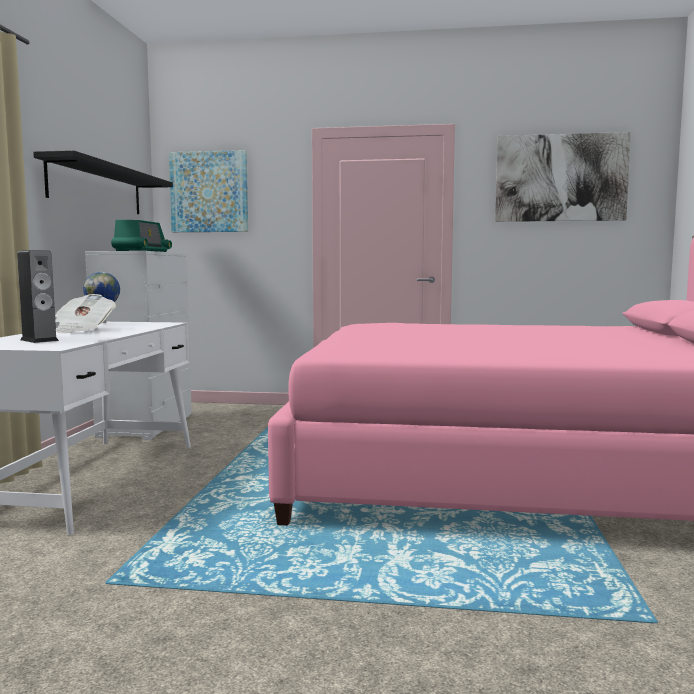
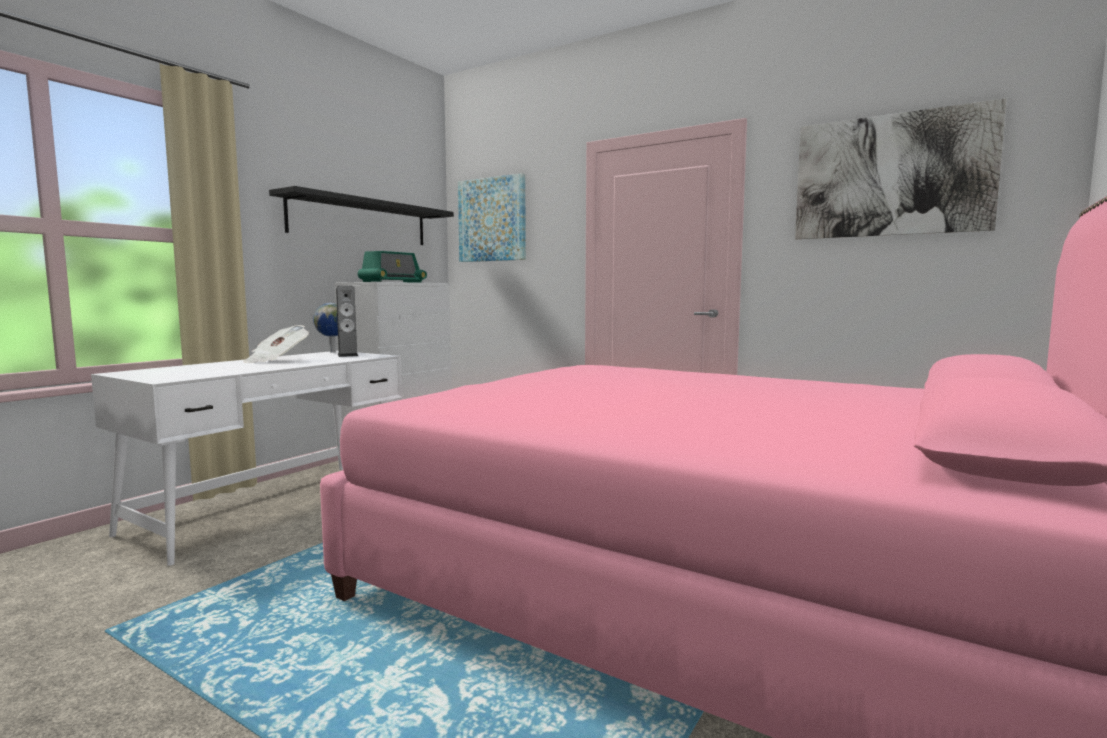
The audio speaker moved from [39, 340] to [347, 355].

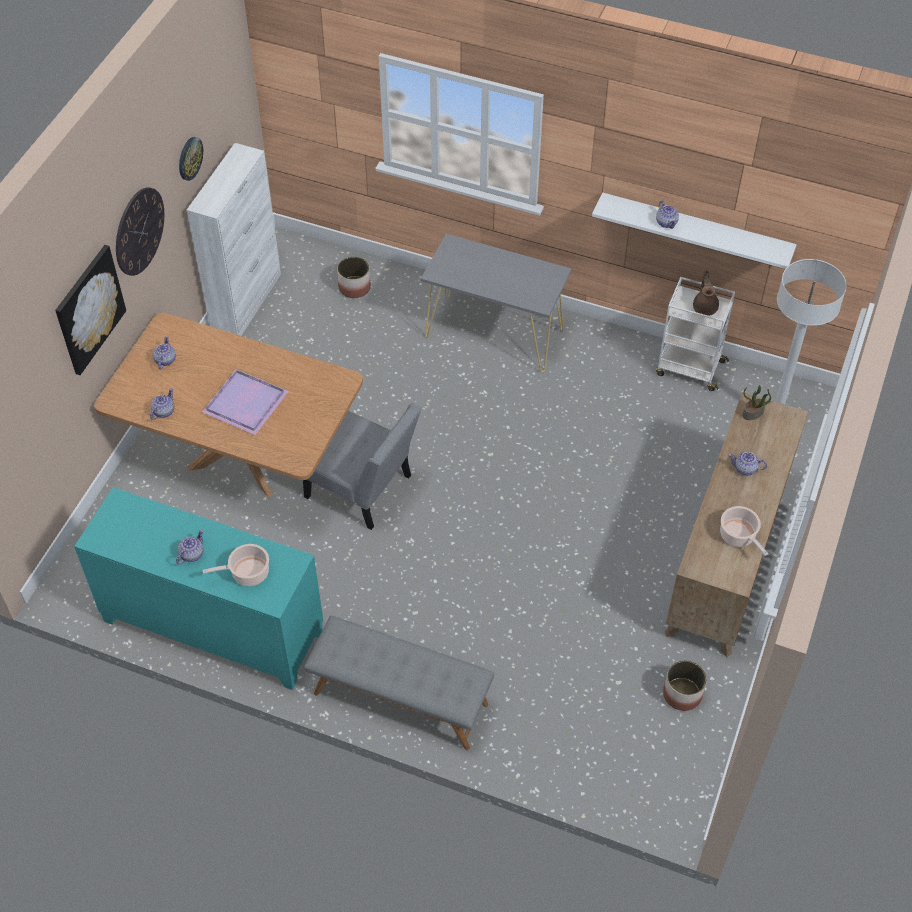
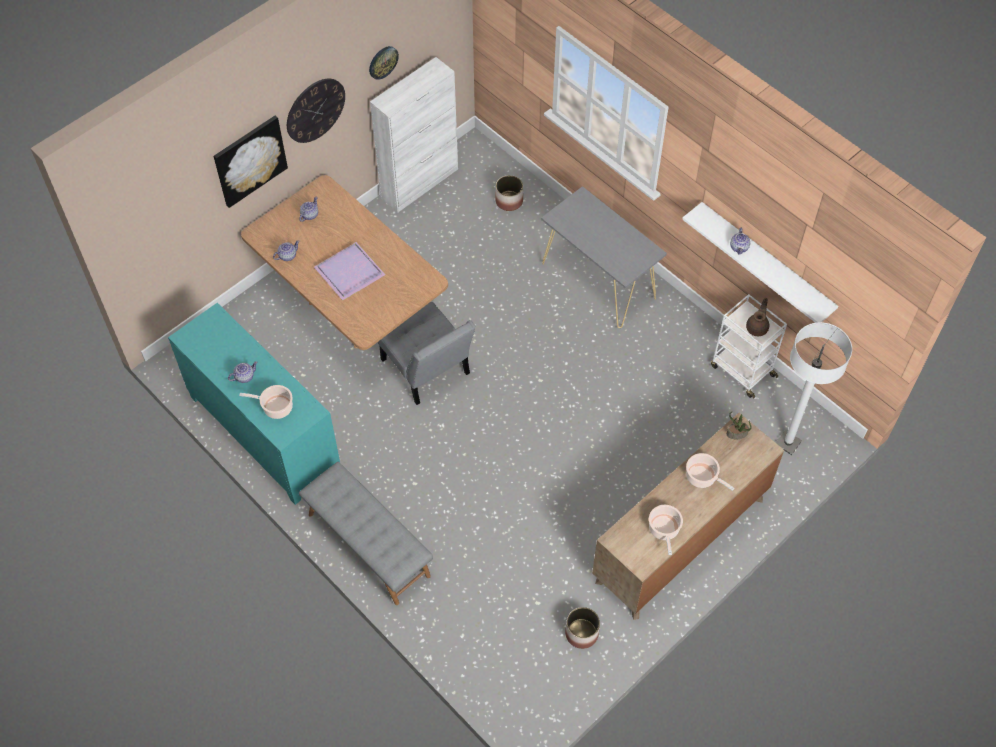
The tea pot at [745, 469] was replaced by the cooking pot at [702, 477].

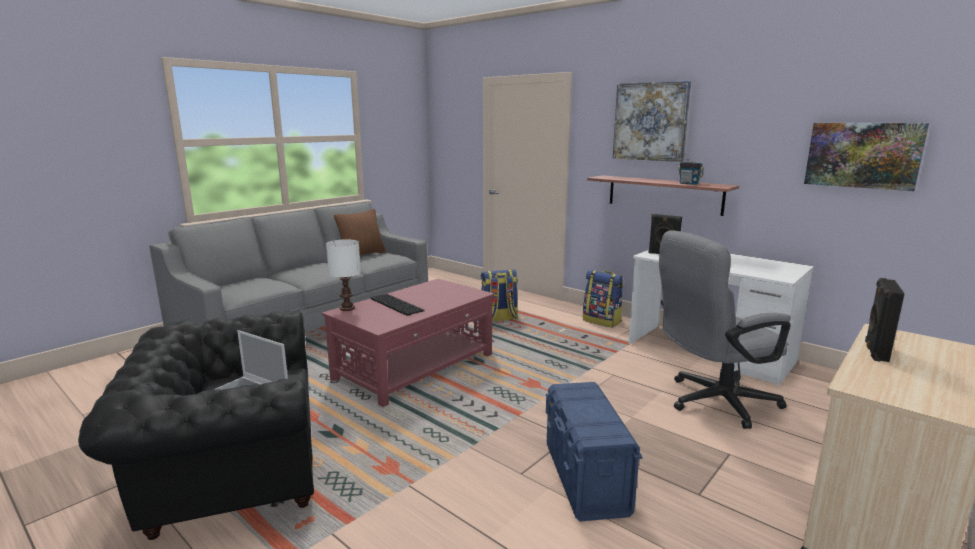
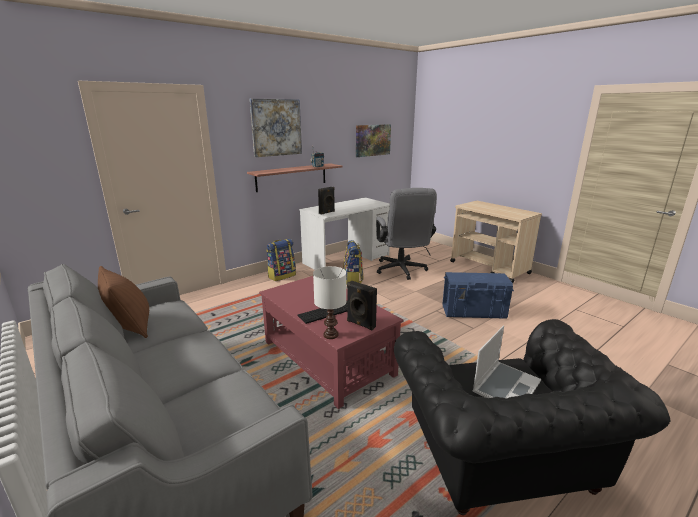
The knapsack moved from [498, 319] to [353, 279].
The audio speaker (black-coloured) moved from [875, 351] to [360, 324].

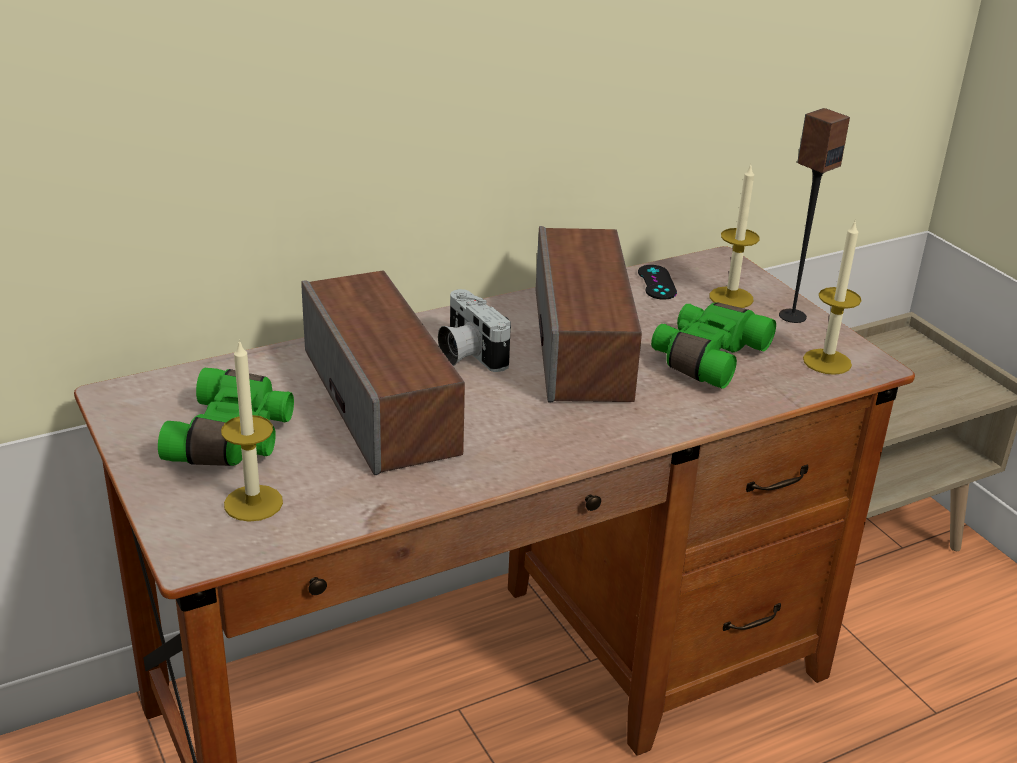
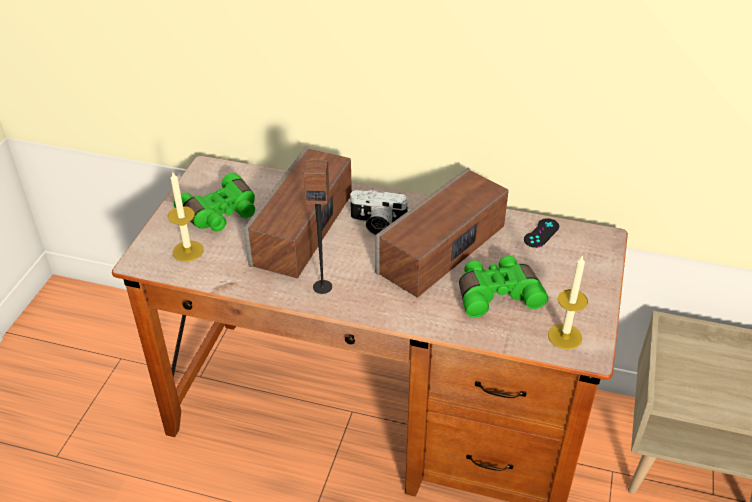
The wax light at [731, 297] disappeared.
The audio speaker moved from [792, 316] to [322, 286].
The still camera at [467, 353] turned 90 degrees counterclockwise.

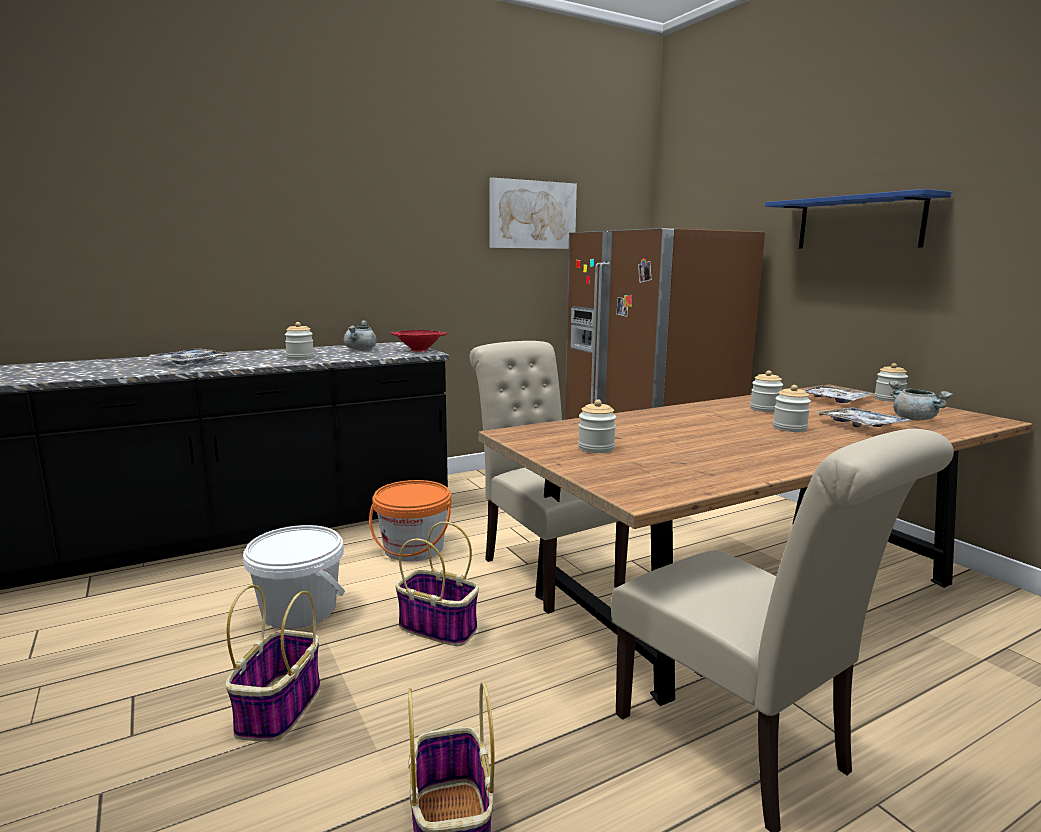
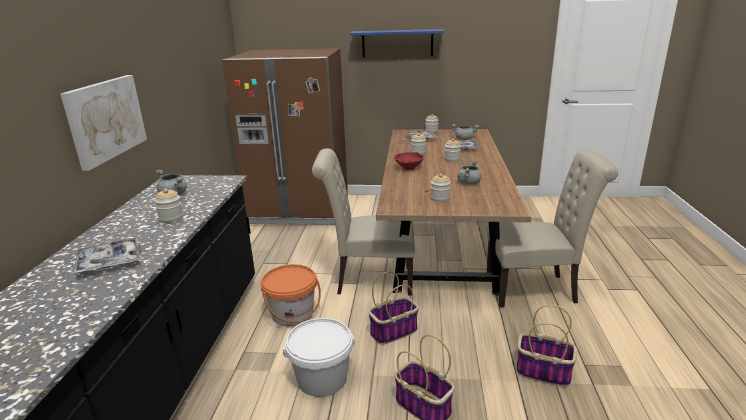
The cooking pot (grey) at [469, 183] appeared.
The bowl (red-coloured) moved from [419, 350] to [409, 168].
The picture moved from [532, 215] to [106, 119].

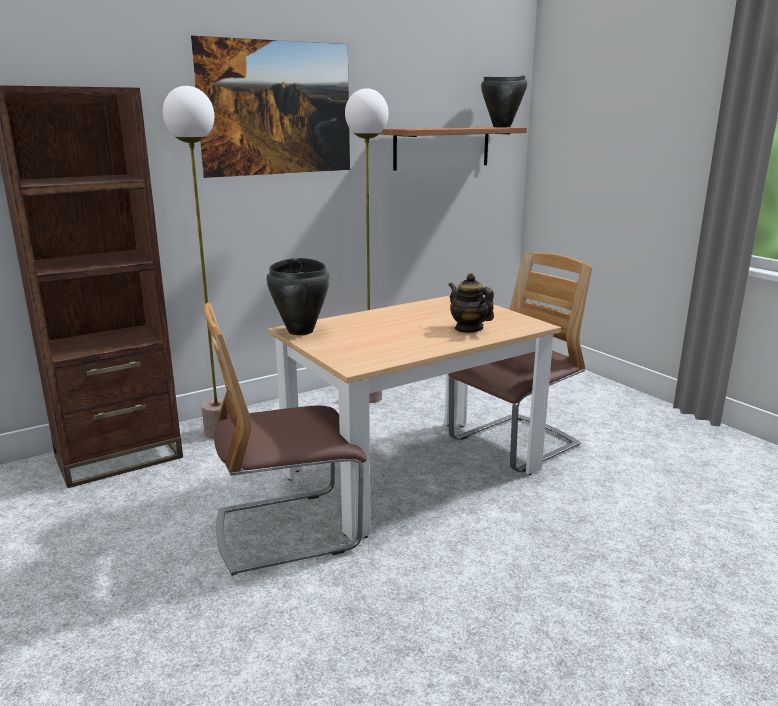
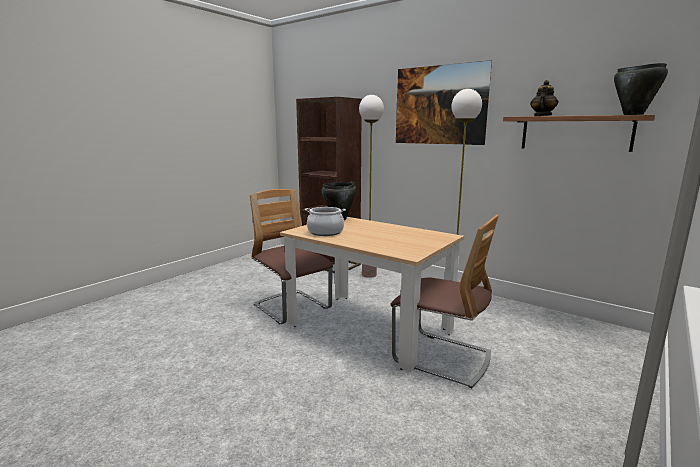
The cooking pot at [325, 232] appeared.
The tea pot moved from [468, 329] to [542, 116].

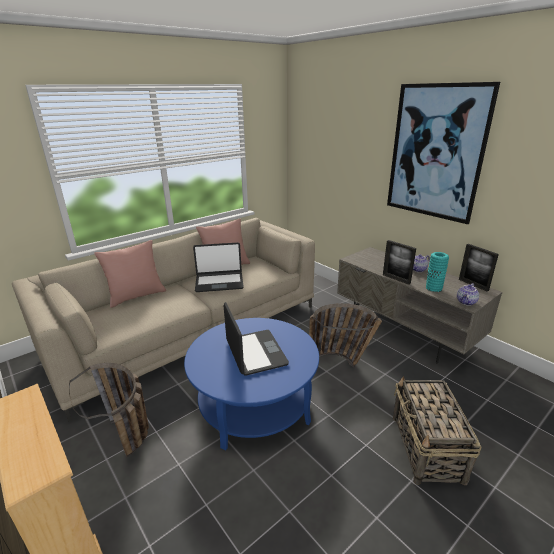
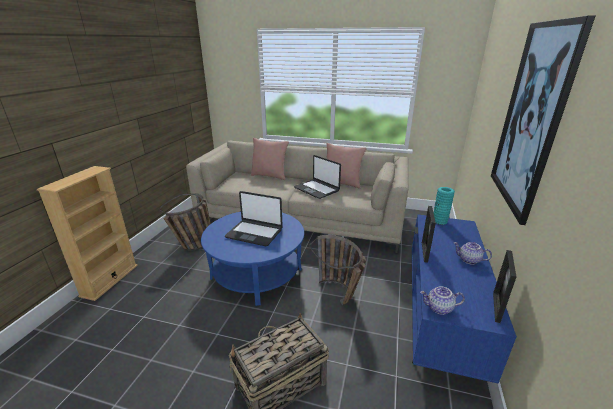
The decorative vase (turquoise) moved from [433, 288] to [439, 221].
The tv unit (grey) at [405, 331] became the tv unit (bluish) at [440, 322].
The portable computer at [255, 353] turned 75 degrees clockwise.

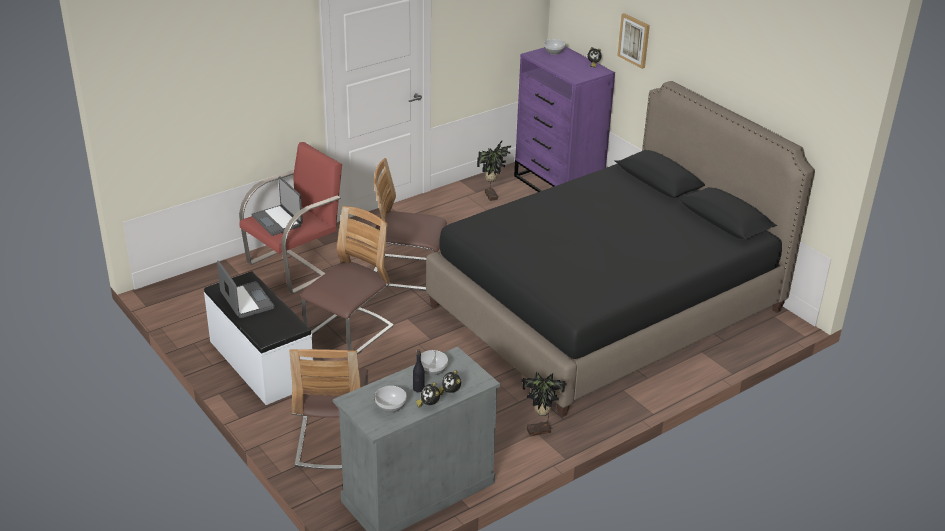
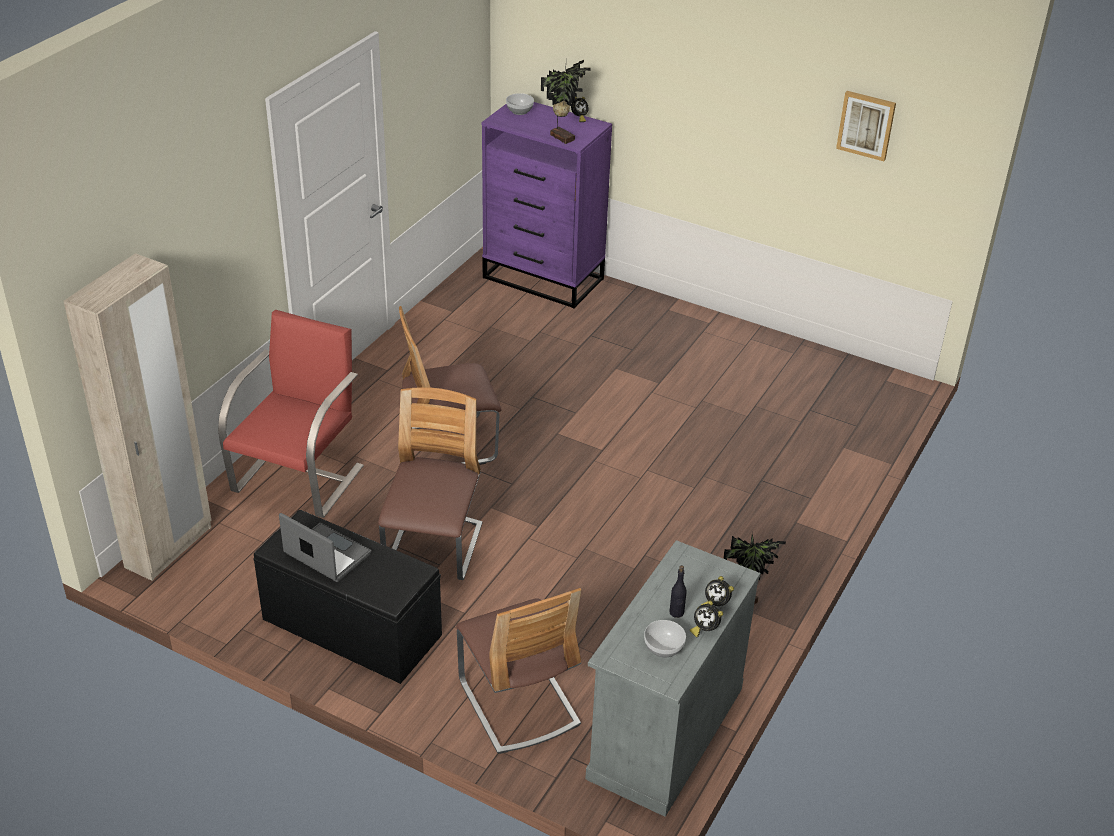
The portable computer at [278, 221] disappeared.
The bowl at [432, 370] disappeared.
The bedroom bed (black-coloured) at [606, 308] disappeared.
The armoire (beige-coloured) at [169, 547] appeared.
The potted plant moved from [492, 196] to [563, 137].
The picture moved from [634, 40] to [866, 125].
The indoor bench (white) at [260, 363] became the indoor bench (black-coloured) at [351, 628].

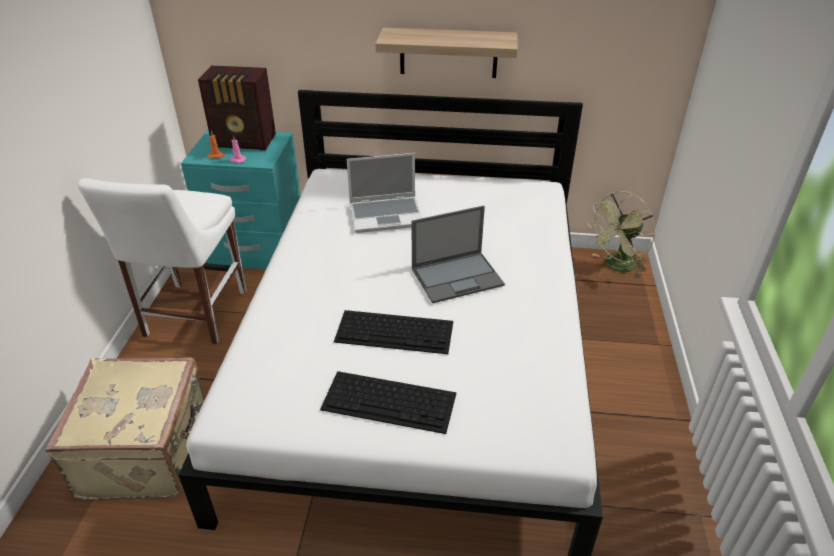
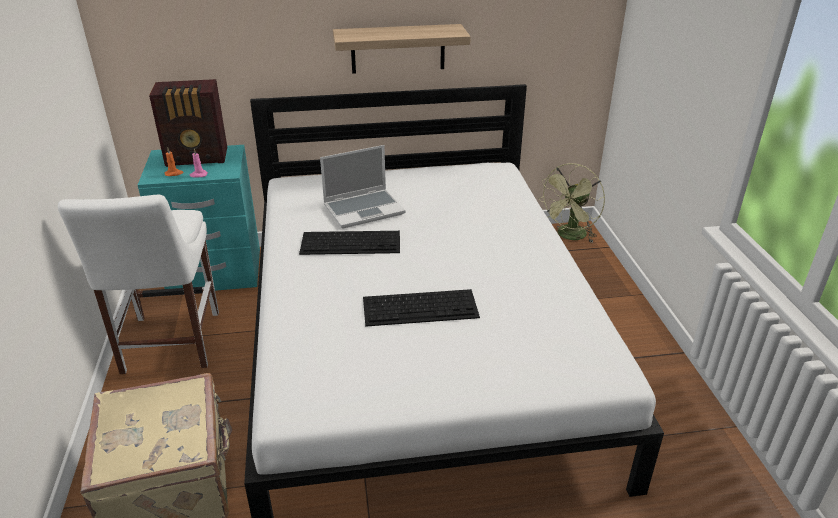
The portable computer at [458, 276] disappeared.
The computer keyboard moved from [390, 401] to [351, 242].

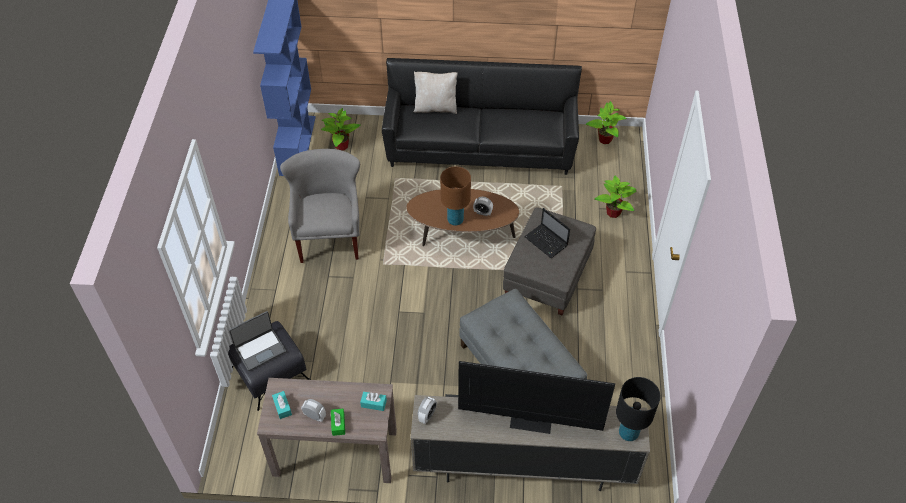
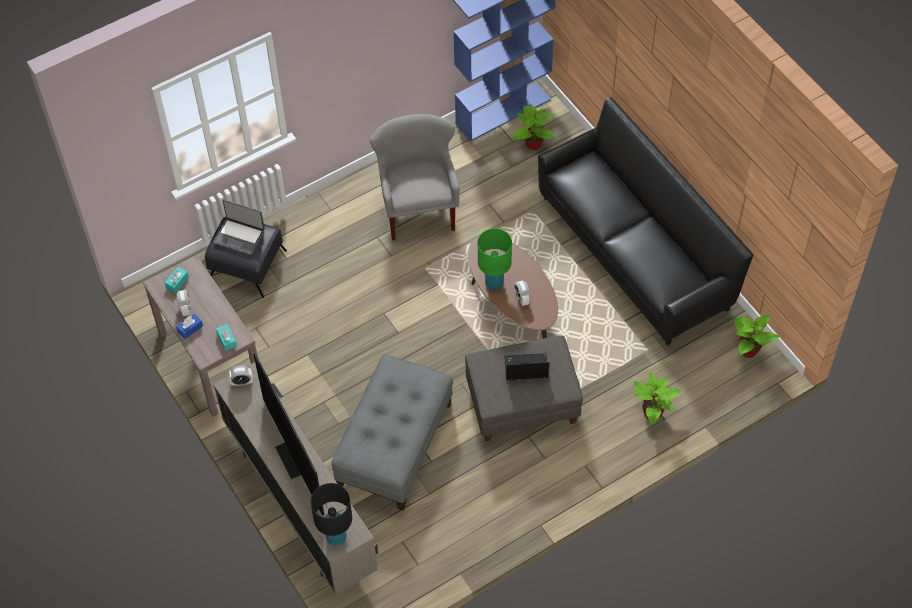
The pillow (beige-coloured) at [435, 107] disappeared.
The tissue holder (green) at [338, 424] became the tissue holder (bluish) at [190, 329].
The tabletop lamp (brown) at [455, 220] became the tabletop lamp (green) at [494, 283].
The lounge chair (grey) at [330, 238] turned 60 degrees counterclockwise.
The portable computer at [547, 242] turned 75 degrees clockwise.

